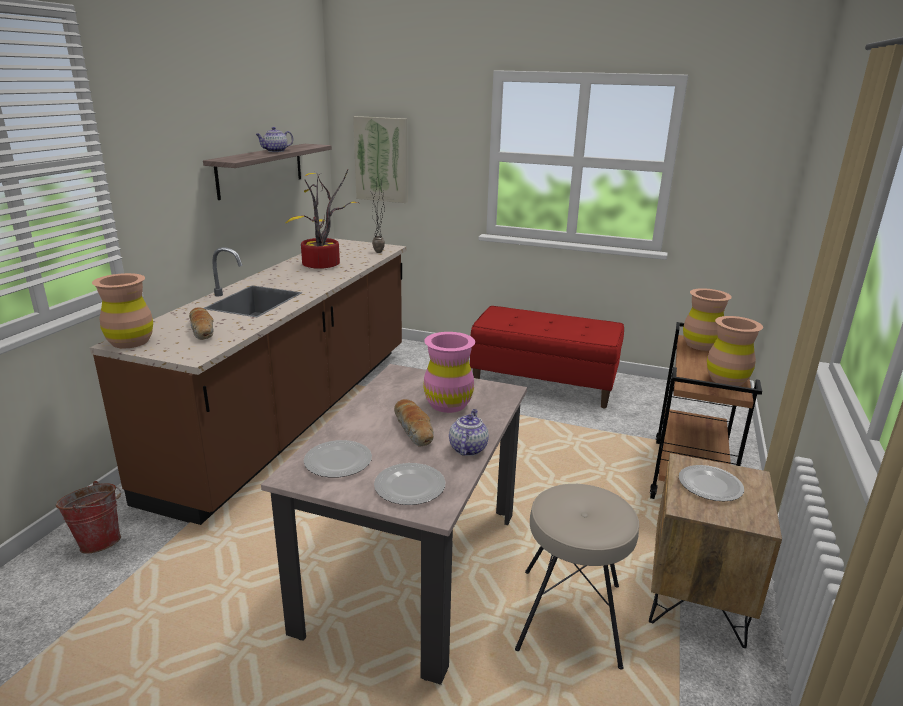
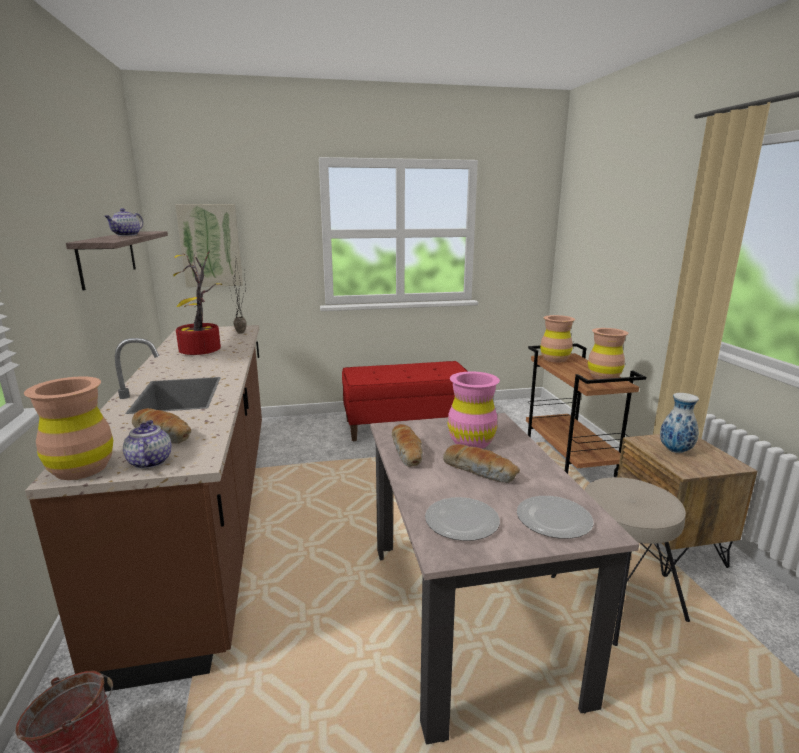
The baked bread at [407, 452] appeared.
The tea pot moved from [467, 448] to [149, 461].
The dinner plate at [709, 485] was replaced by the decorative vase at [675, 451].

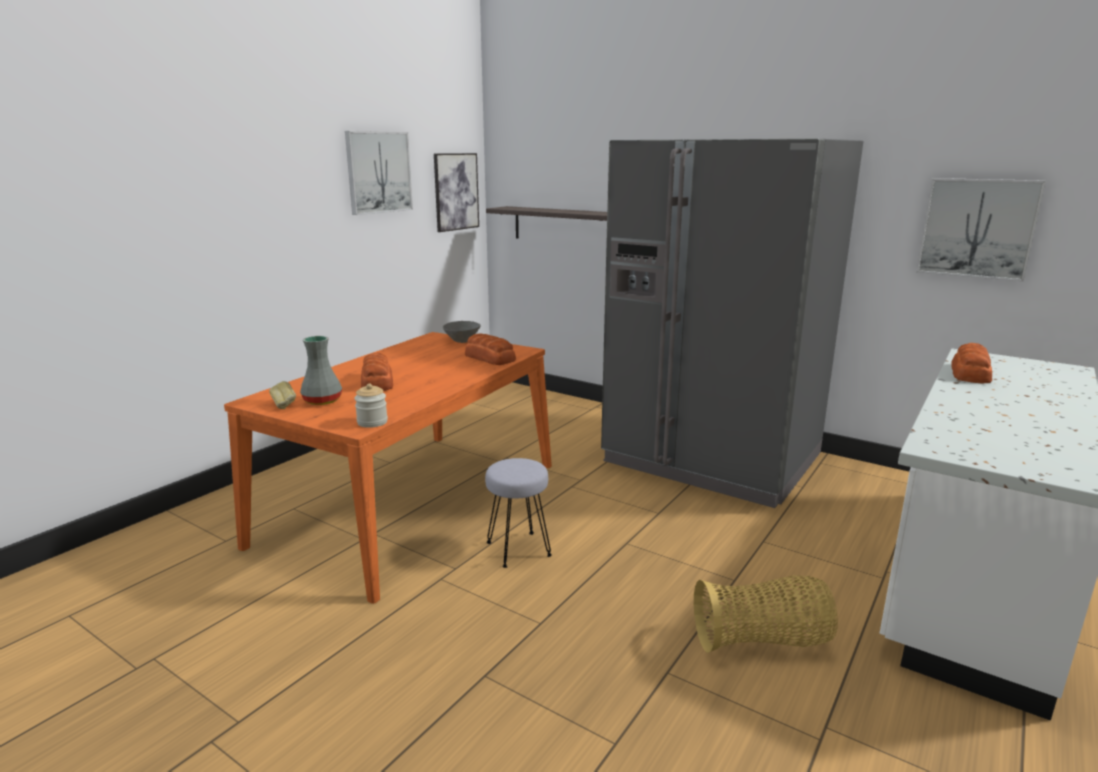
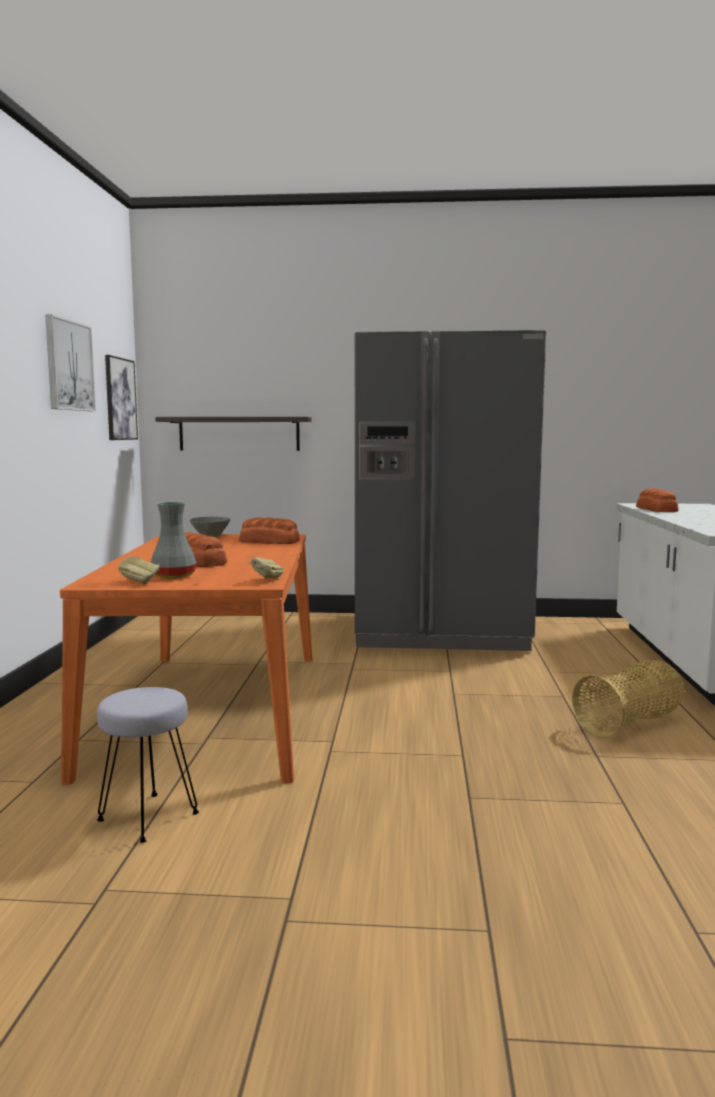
The picture at [977, 228] disappeared.
The stool seat (grey) moved from [517, 549] to [147, 817].
The jar at [372, 422] was replaced by the baked bread at [267, 580].

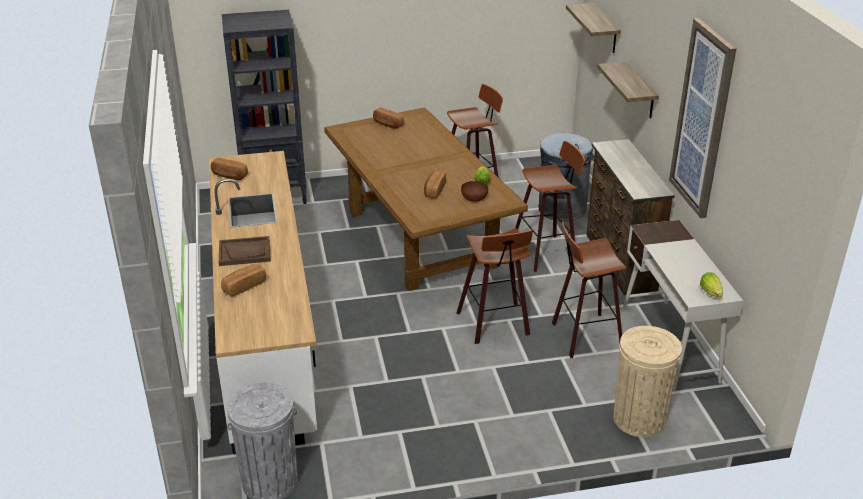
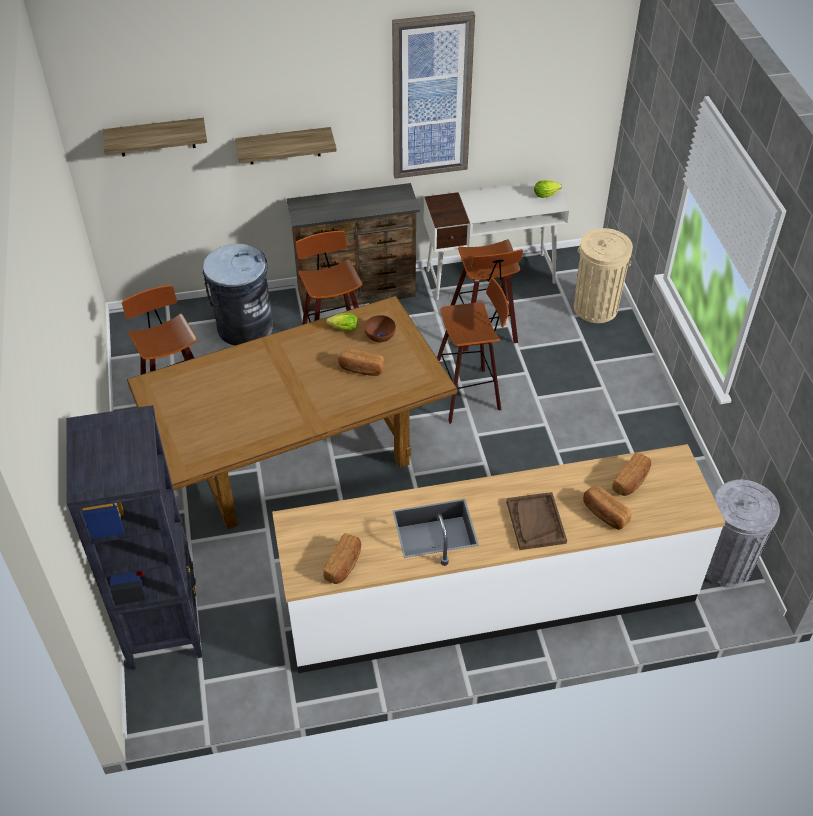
The baked bread moved from [388, 124] to [631, 481].

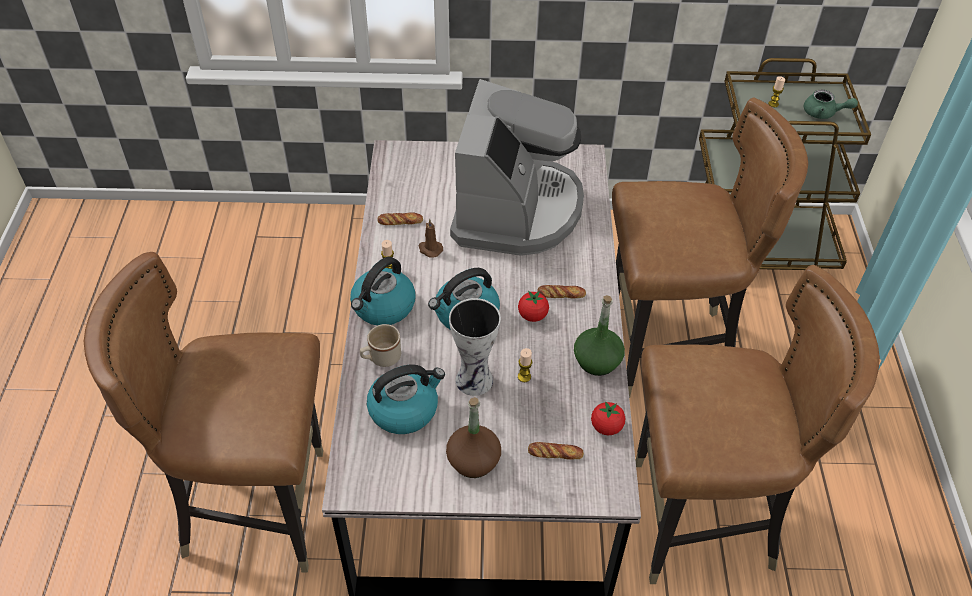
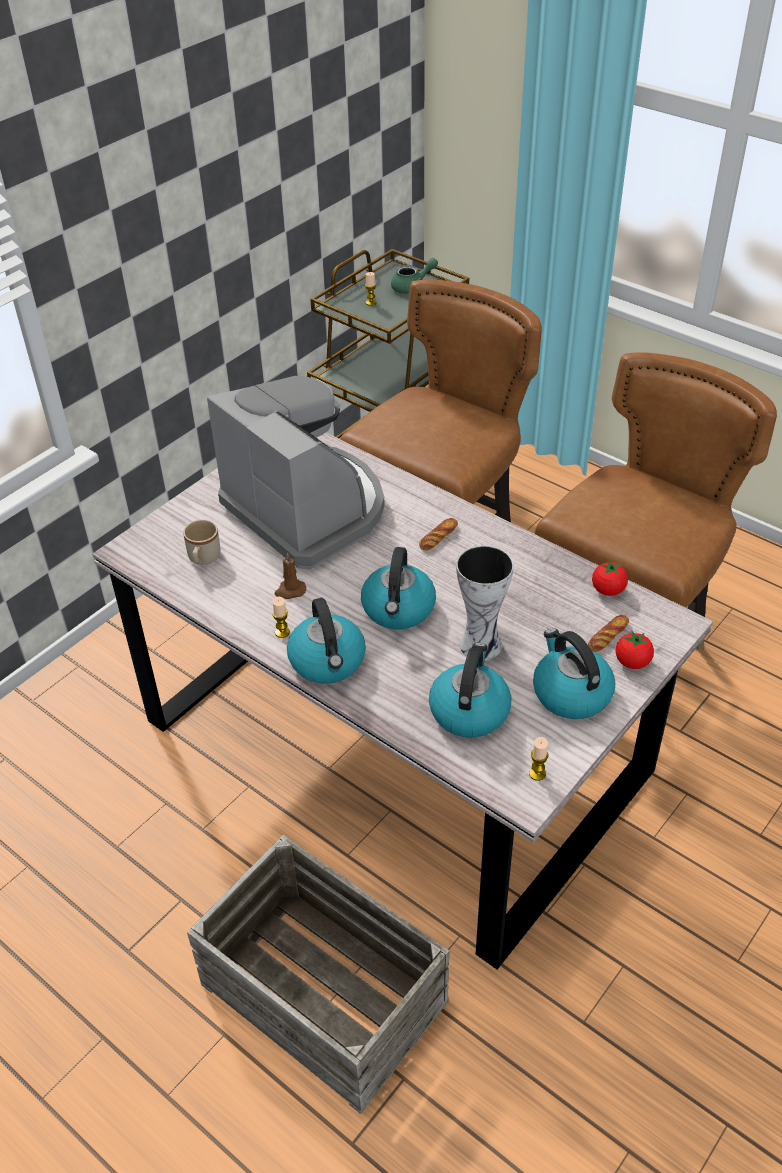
The baked bread at [400, 221] disappeared.
The bottle (green) at [597, 360] disappeared.
The mug (beige-coloured) moved from [381, 358] to [203, 559].
The tomato moved from [532, 315] to [632, 662].
The wax light moved from [524, 377] to [537, 773].
The upright chair (brown) at [259, 508] was replaced by the crate at [322, 995].
The bottle (brown) at [473, 460] was replaced by the tea kettle at [570, 693].

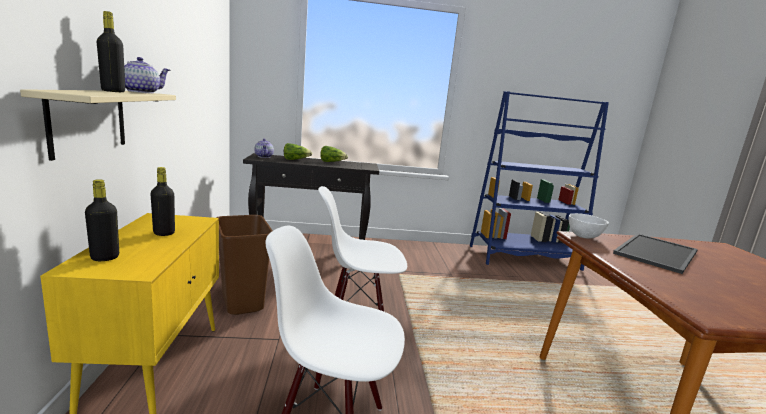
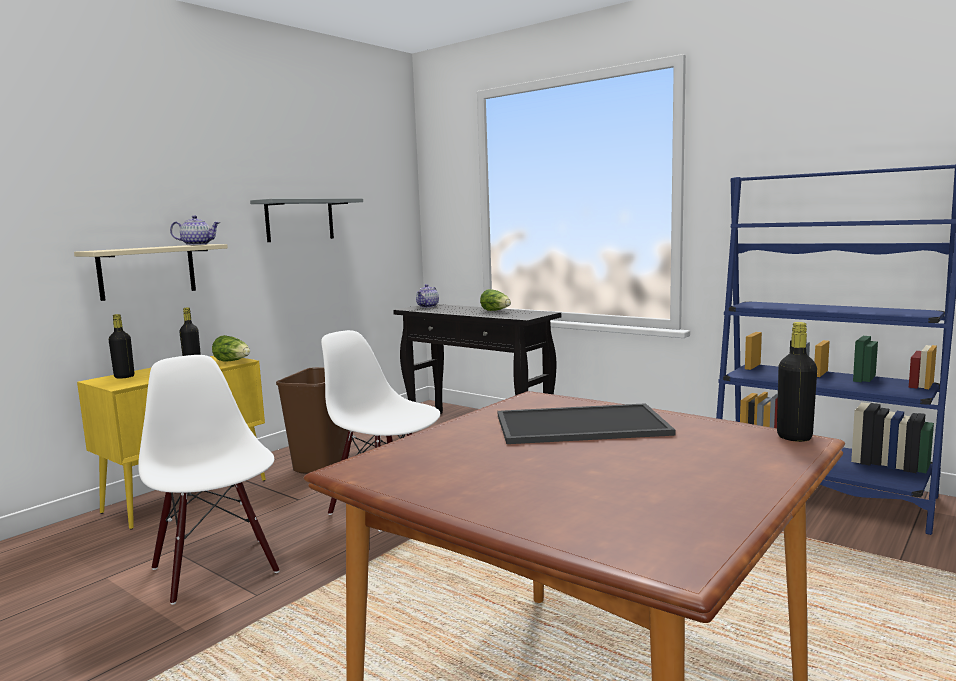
The bowl (white) at [584, 237] disappeared.
The wall shelf (grey) at [300, 220] appeared.
The bottle (black-coloured) moved from [113, 91] to [794, 437].
The head of lettuce moved from [295, 160] to [233, 361].

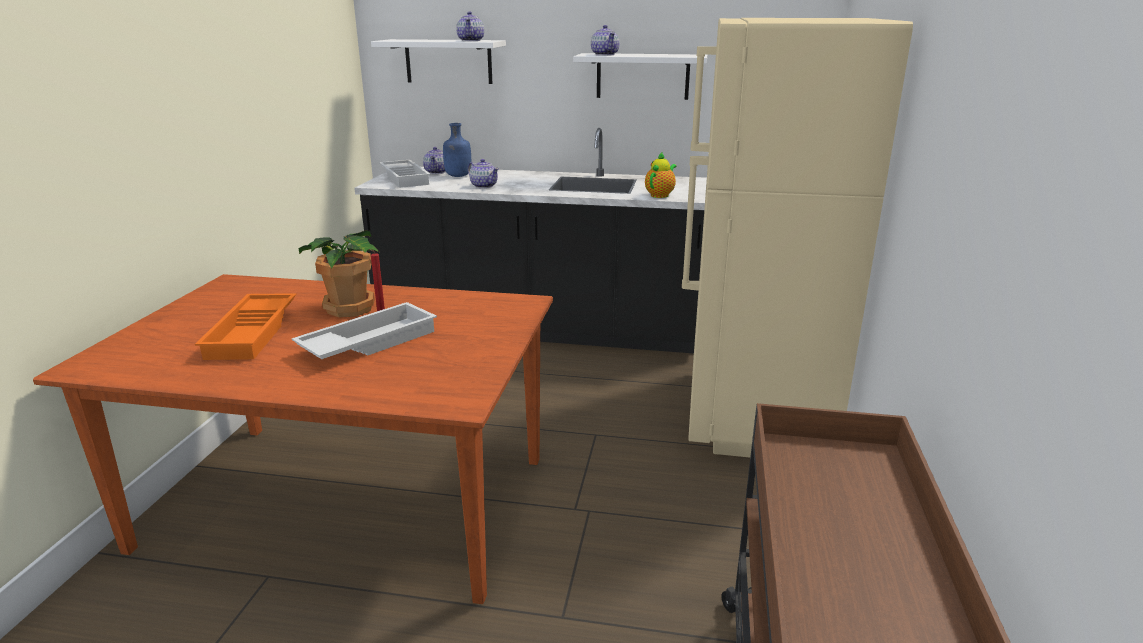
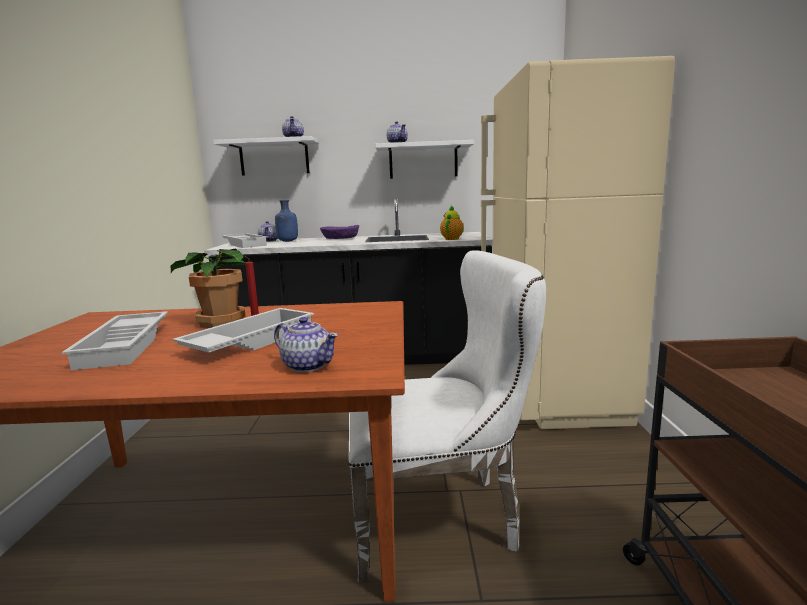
The bowl (purple-coloured) at [340, 239] appeared.
The upright chair (white) at [442, 517] appeared.
The tea pot moved from [484, 186] to [307, 365].
The carrying tray (orange) at [254, 333] became the carrying tray (white) at [127, 346].

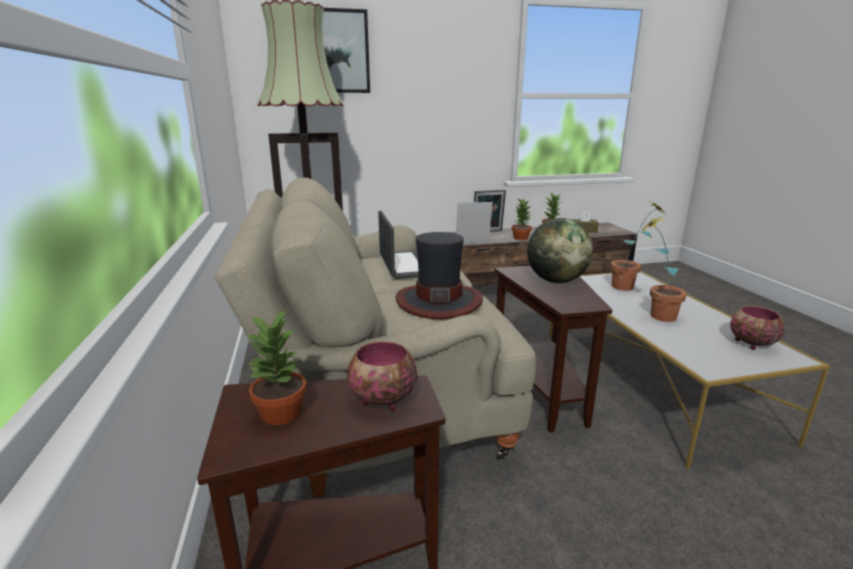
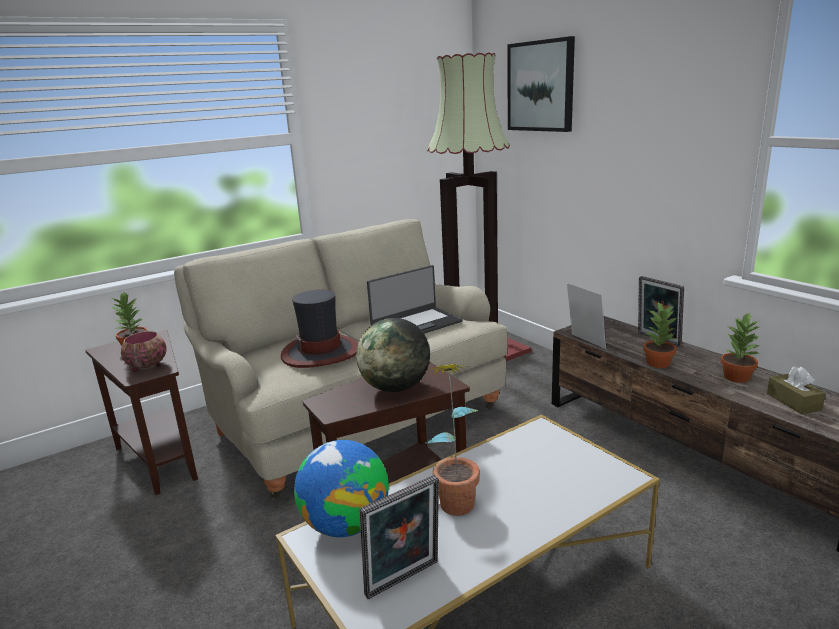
The potted plant at [629, 287] disappeared.
The globe at [346, 525] appeared.
The bowl at [750, 343] was replaced by the photo frame at [404, 581].

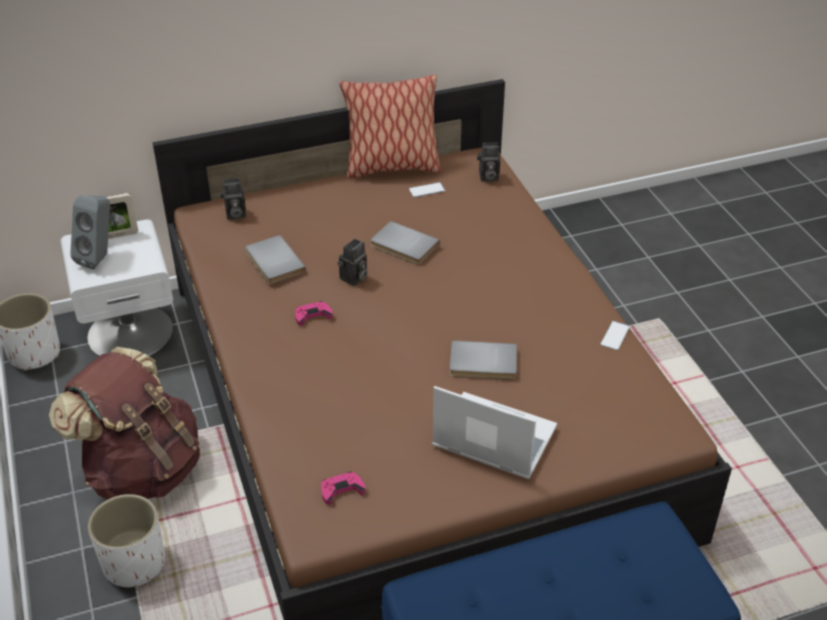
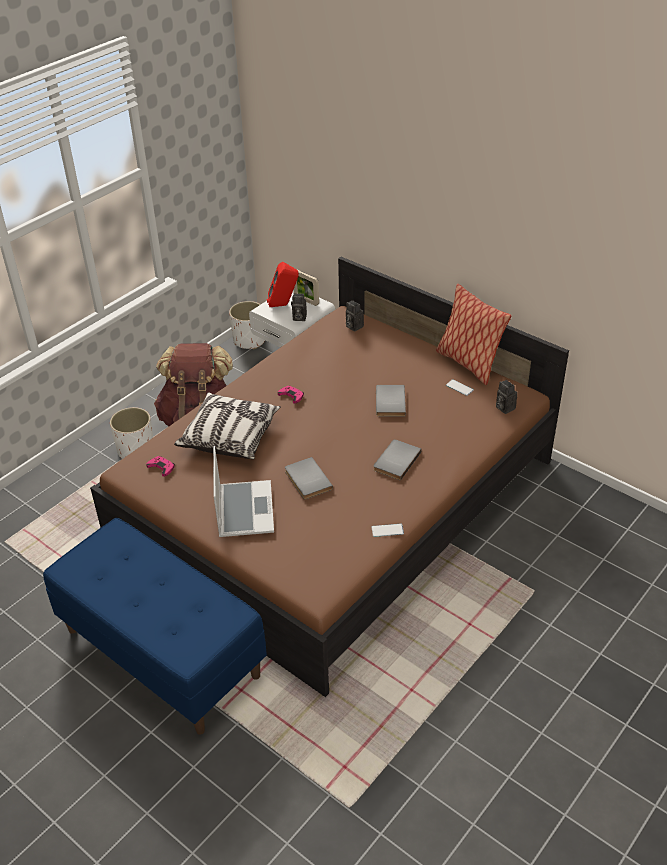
The pillow at [230, 437] appeared.
The volume (grey) moved from [273, 262] to [395, 460].
The still camera moved from [354, 279] to [298, 318].
The audio speaker (grey) at [100, 258] became the audio speaker (red-coloured) at [283, 305].

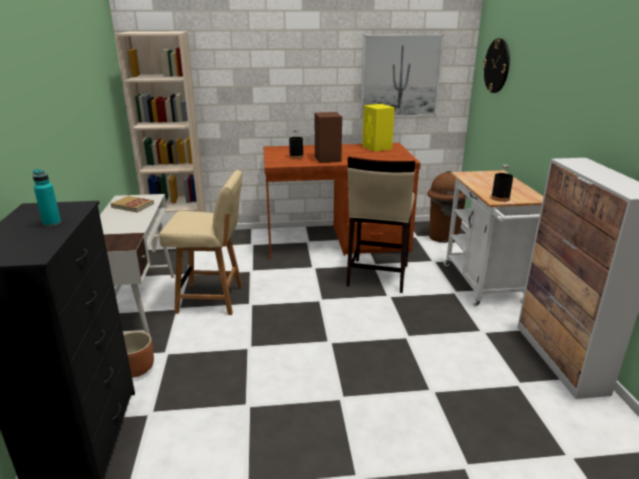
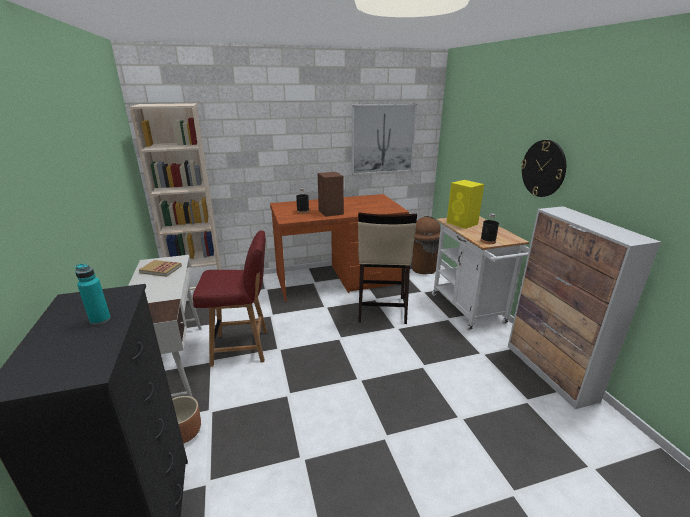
The audio speaker (yellow) moved from [377, 147] to [462, 223].
The clock on the wall moved from [497, 66] to [543, 168].
The upright chair (beige-coloured) at [212, 299] became the upright chair (red-coloured) at [242, 348].

